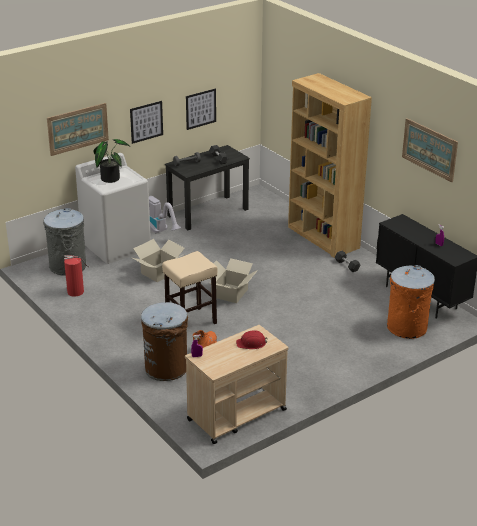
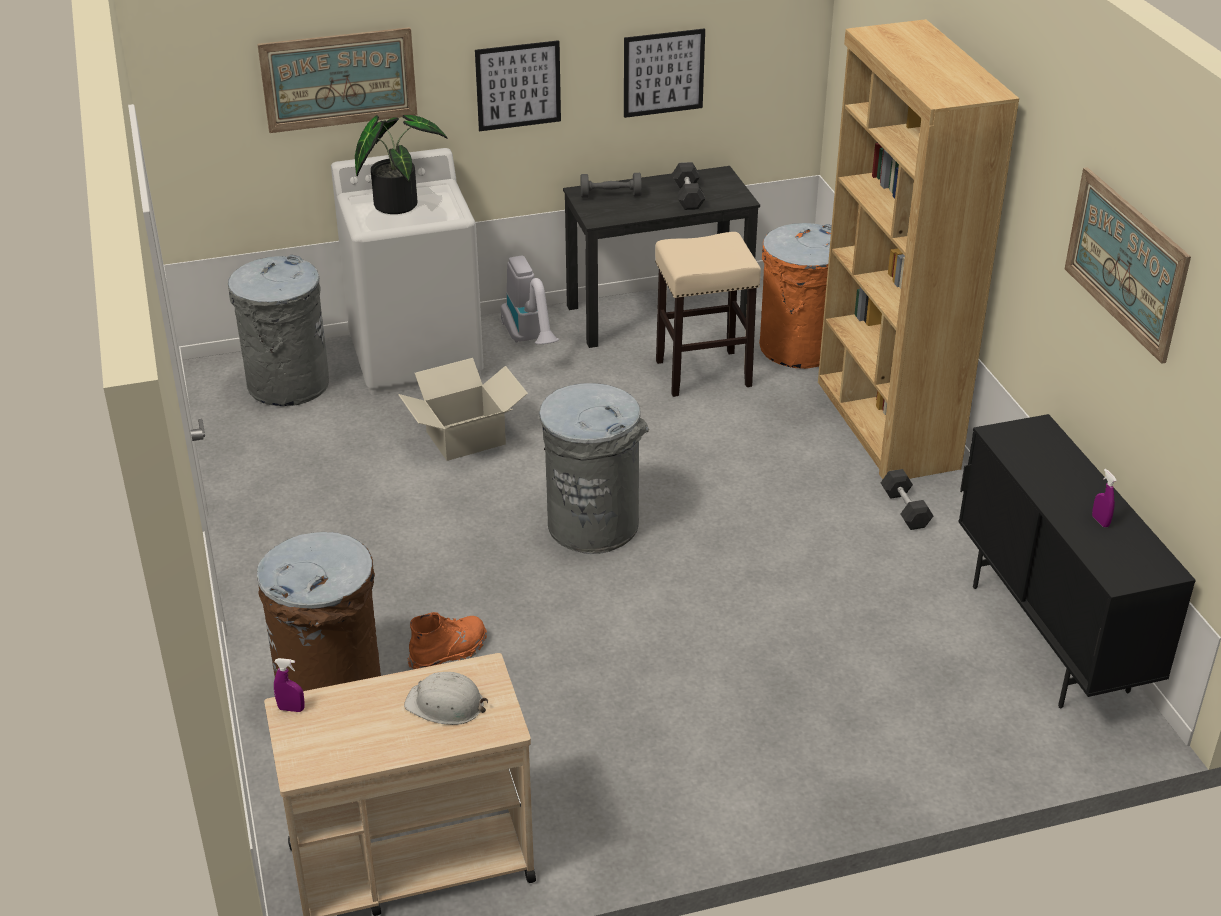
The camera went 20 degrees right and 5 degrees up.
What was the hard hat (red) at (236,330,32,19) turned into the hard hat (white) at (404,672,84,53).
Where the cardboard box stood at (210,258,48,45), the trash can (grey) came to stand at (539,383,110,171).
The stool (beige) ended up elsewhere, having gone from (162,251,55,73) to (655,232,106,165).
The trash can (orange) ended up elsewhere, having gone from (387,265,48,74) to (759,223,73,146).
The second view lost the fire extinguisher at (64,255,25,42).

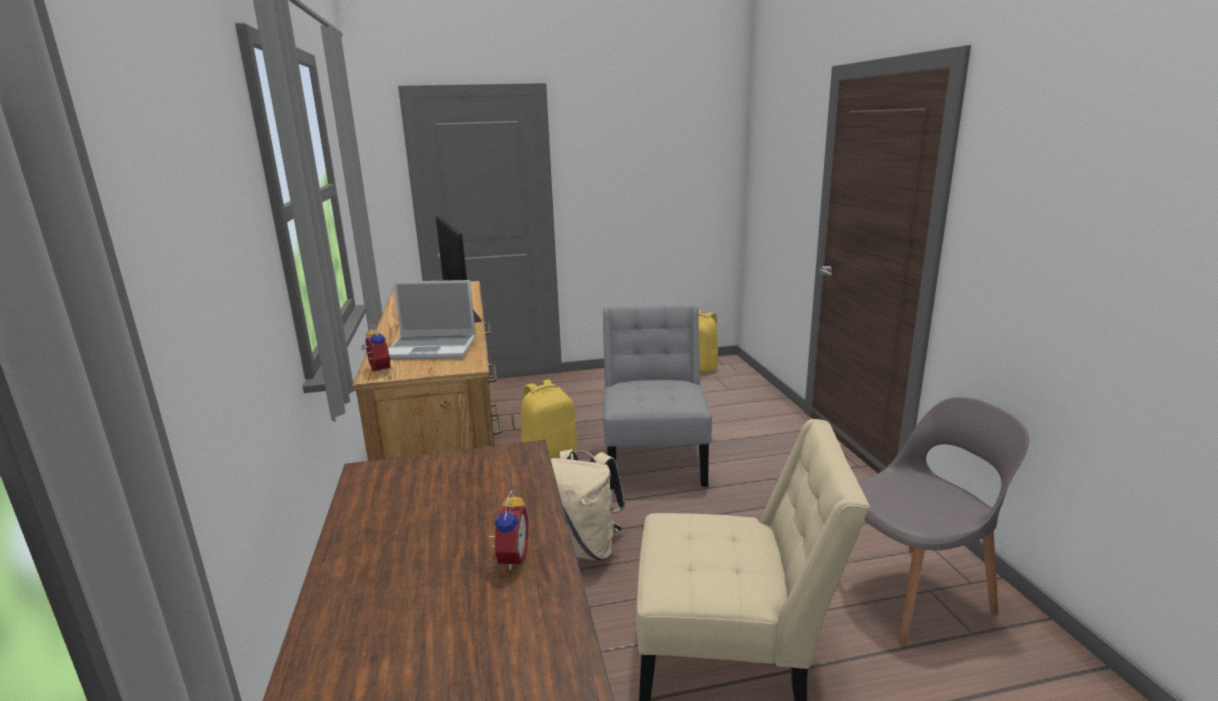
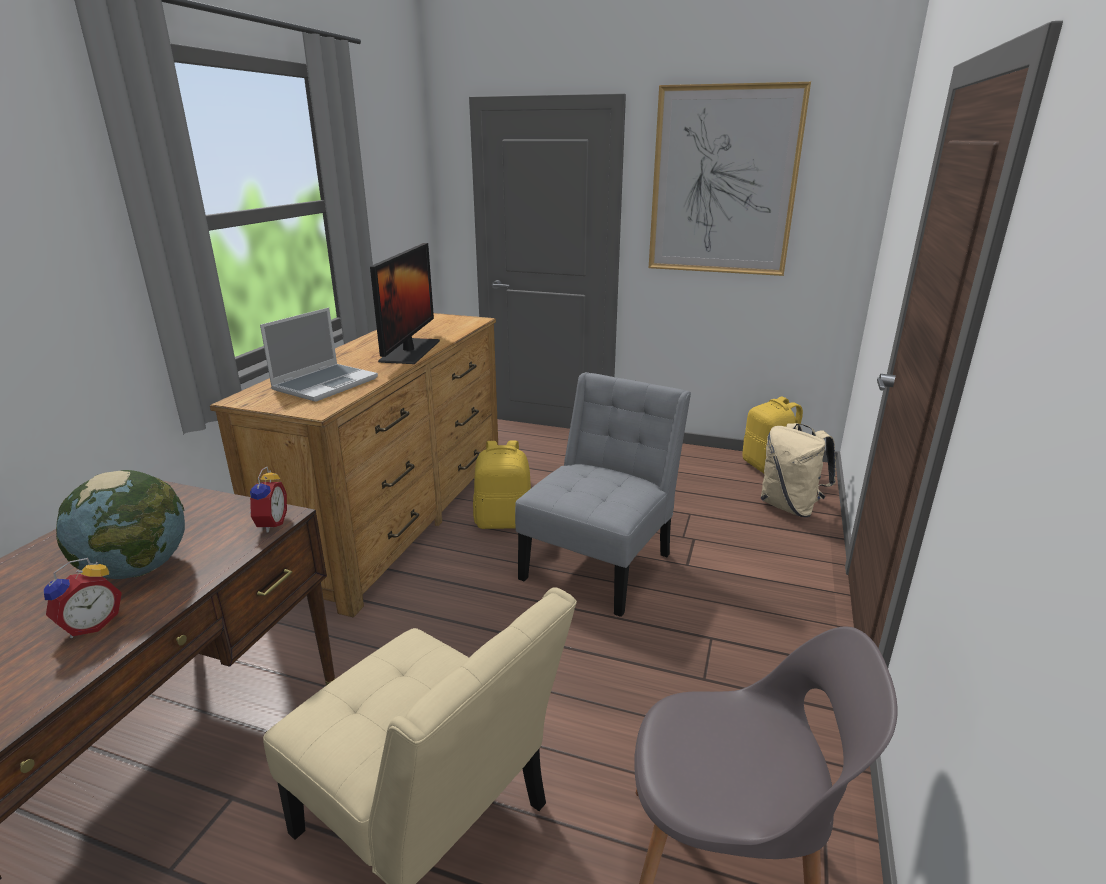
The camera went 30 degrees right and 5 degrees up.
The second view gained the globe at (56,470,129,109).
The alarm clock ended up elsewhere, having gone from (361,324,29,50) to (249,467,38,66).
The laptop at (388,280,88,80) ended up facing another way, 90 degrees counterclockwise from before.
The second view gained the picture at (649,82,162,194).
The backpack (beige) ended up elsewhere, having gone from (551,449,75,112) to (761,423,75,94).

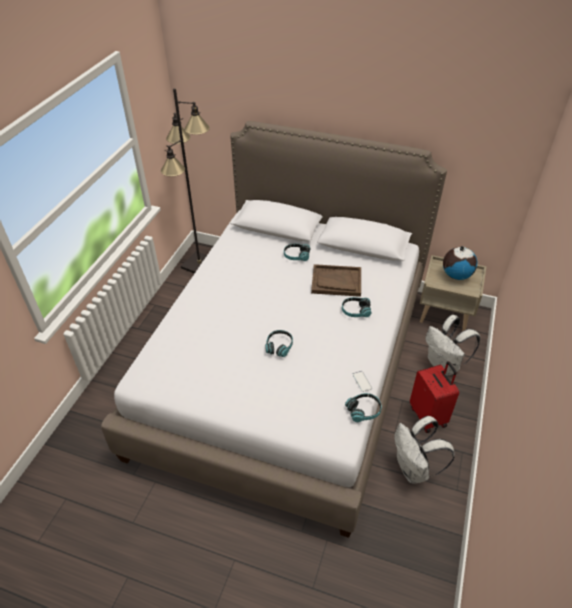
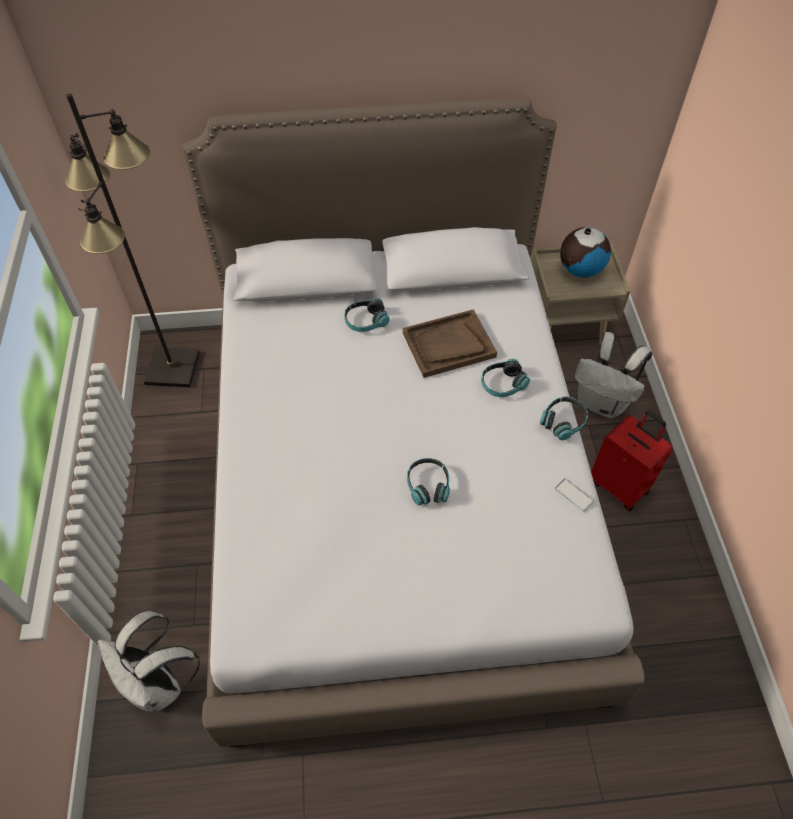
The camera went 25 degrees left and 10 degrees up.
The backpack (white) ended up elsewhere, having gone from (394,416,61,68) to (98,611,102,101).
The headphones ended up elsewhere, having gone from (345,393,37,29) to (540,397,48,43).

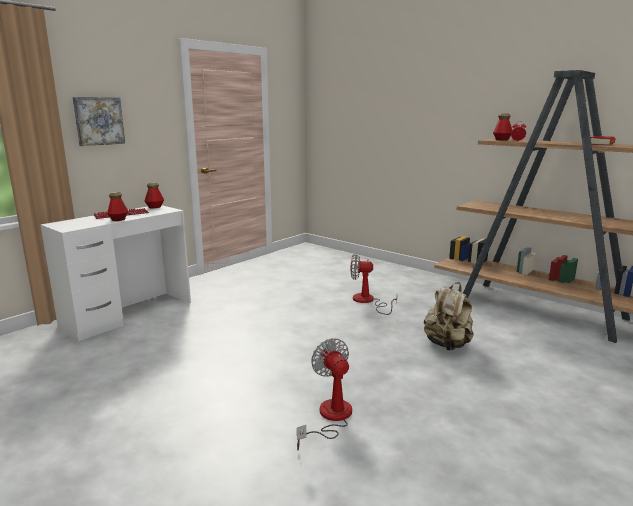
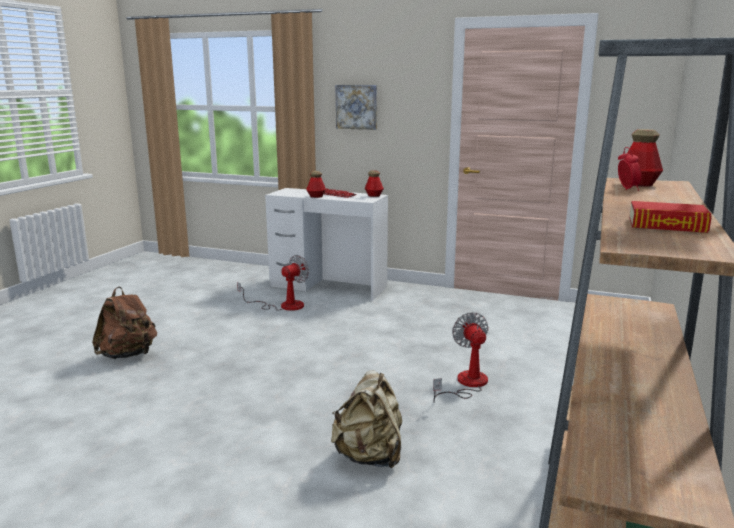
The camera went 70 degrees right and 0 degrees up.
The second view gained the backpack (brown) at (92,287,65,72).
The fan ended up elsewhere, having gone from (297,338,55,112) to (237,255,72,56).

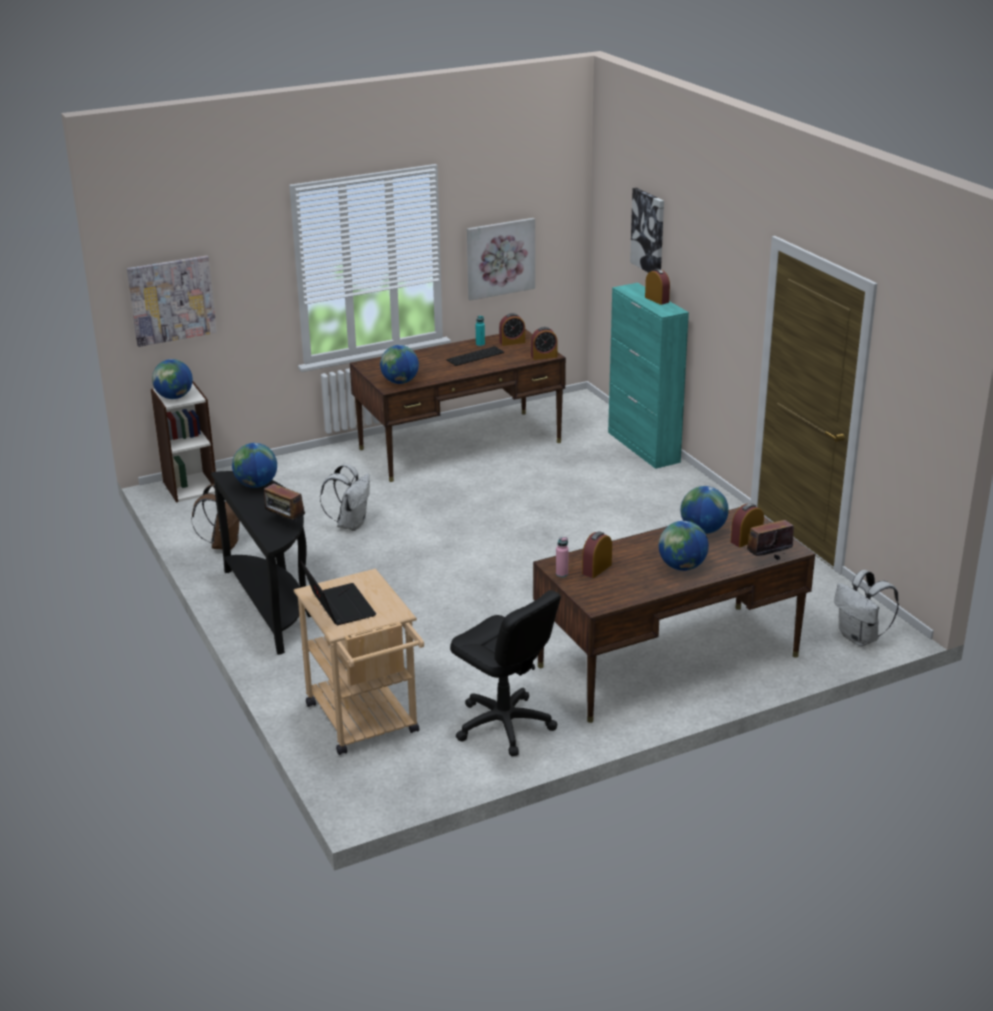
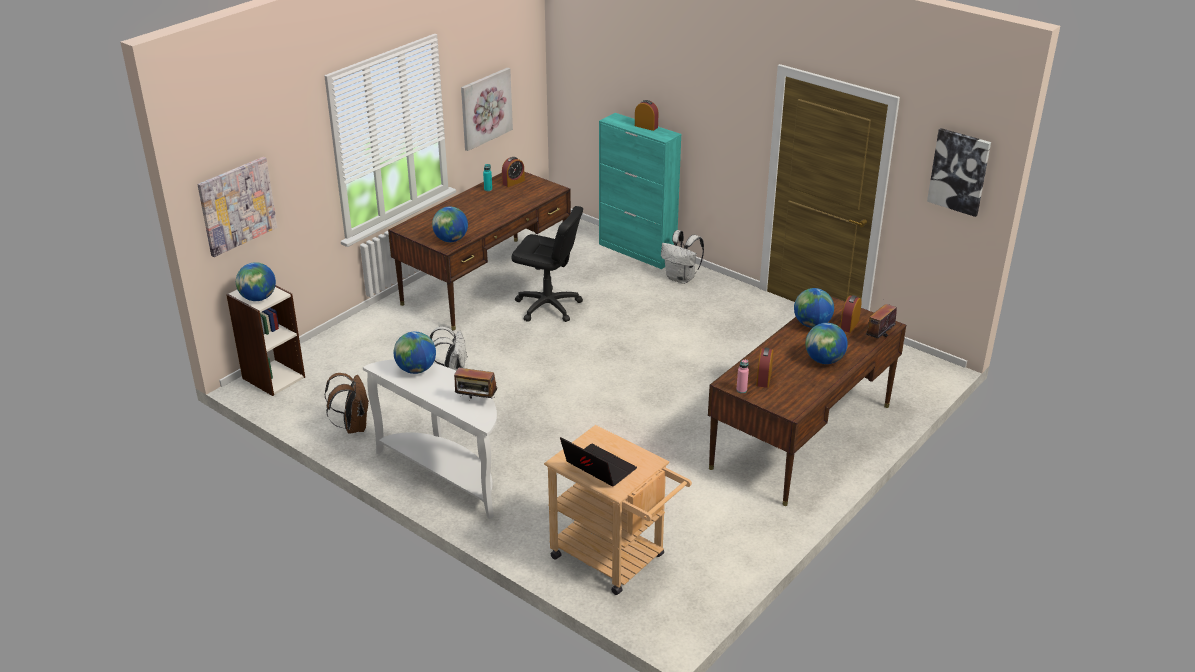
The camera went 25 degrees left and 5 degrees up.
What was the console table (black) at (211,471,100,184) turned into the console table (white) at (363,359,134,160).
The office chair (black) ended up elsewhere, having gone from (450,590,111,166) to (511,206,72,116).
The backpack (white) ended up elsewhere, having gone from (834,570,65,76) to (661,230,43,54).
The picture ended up elsewhere, having gone from (630,187,34,86) to (927,128,64,89).
The second view lost the keyboard at (446,346,58,20).
The second view lost the alarm clock at (531,327,27,33).

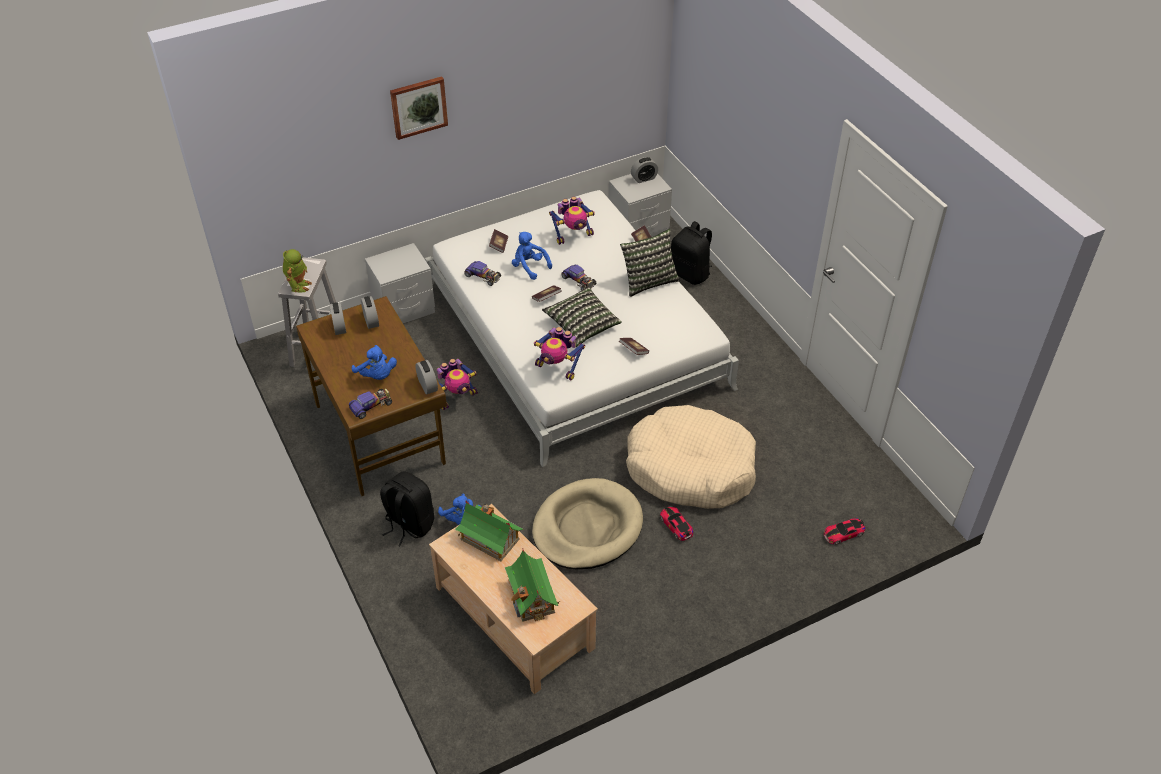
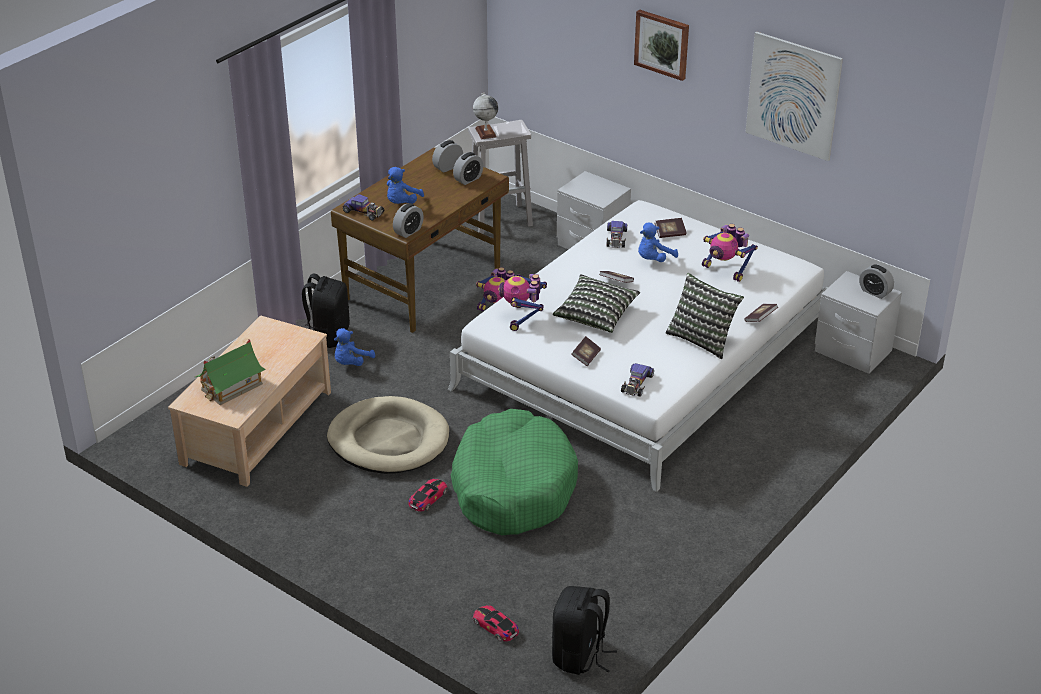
The camera went 65 degrees right and 10 degrees down.
What was the dog bed (beige) at (626,405,130,104) turned into the dog bed (green) at (451,409,127,127).
Where the toy robot stood at (283,249,29,44), the globe came to stand at (473,93,25,46).
The backpack (black) ended up elsewhere, having gone from (671,221,41,64) to (552,586,65,89).
The toy car ended up elsewhere, having gone from (562,265,34,25) to (621,363,33,34).
The plush toy (blue) at (512,232,40,48) ended up facing another way, 150 degrees counterclockwise from before.
The second view gained the picture at (746,32,97,129).
The second view lost the toy house at (455,500,68,61).

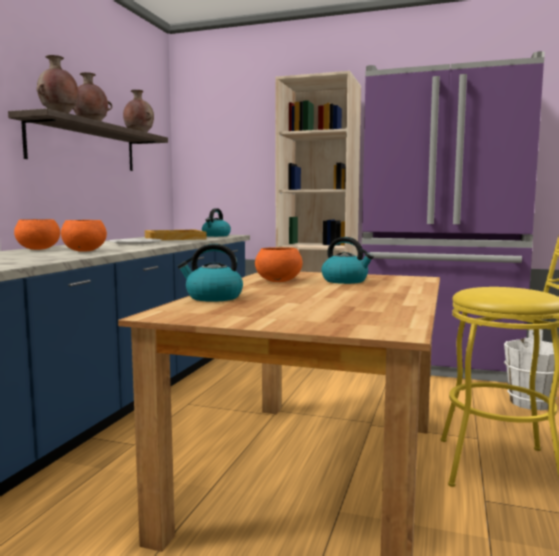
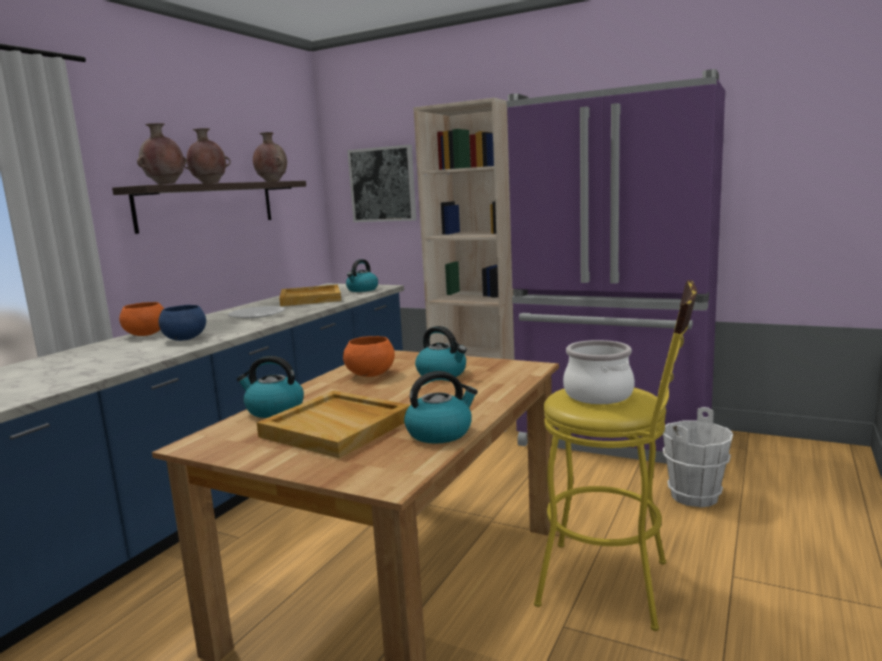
The camera went 10 degrees right and 5 degrees up.
What was the bowl (orange) at (61,220,46,32) turned into the bowl (blue) at (158,305,48,36).
The second view gained the tray (beige) at (257,391,153,67).
The second view gained the picture at (347,145,69,77).
The second view gained the kettle at (404,371,74,73).
The second view gained the cooking pot at (563,340,72,64).

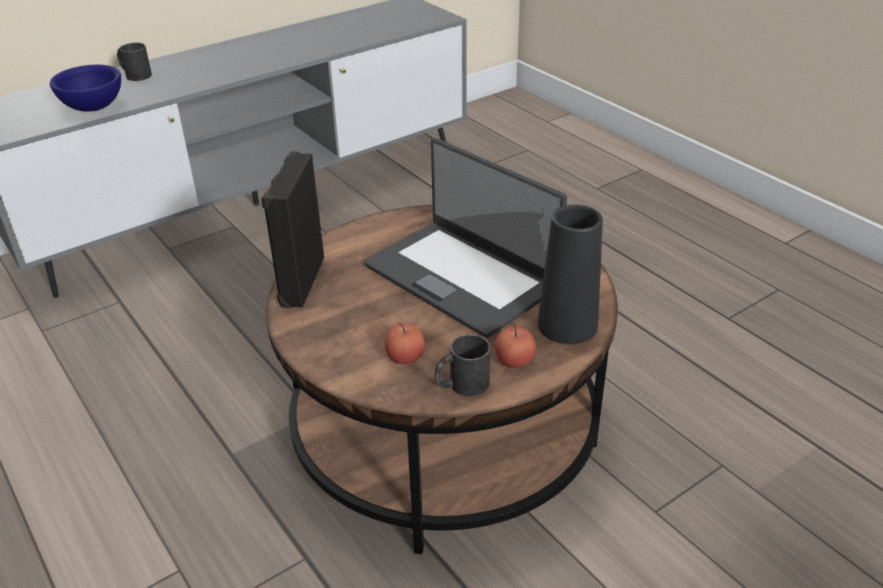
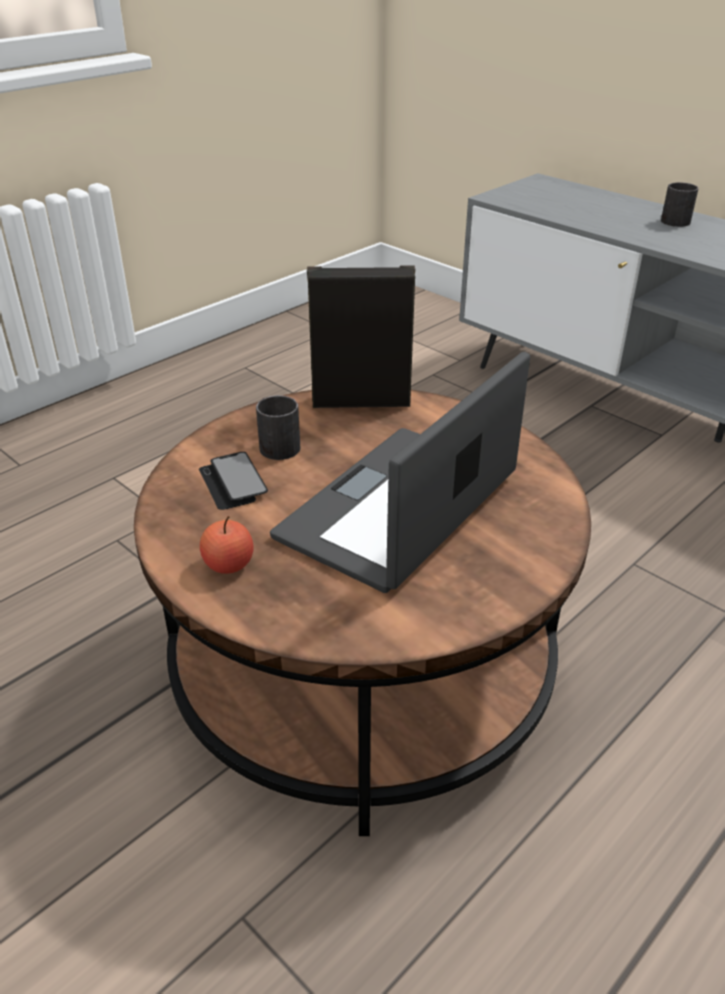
The camera went 80 degrees right and 0 degrees up.
Where the apple stood at (385,323,40,41), the phone came to stand at (199,452,69,58).
The mug (black) ended up elsewhere, having gone from (435,334,55,63) to (256,395,44,65).
The second view lost the bowl (blue) at (50,65,71,47).
The second view lost the vase (black) at (538,205,65,139).

